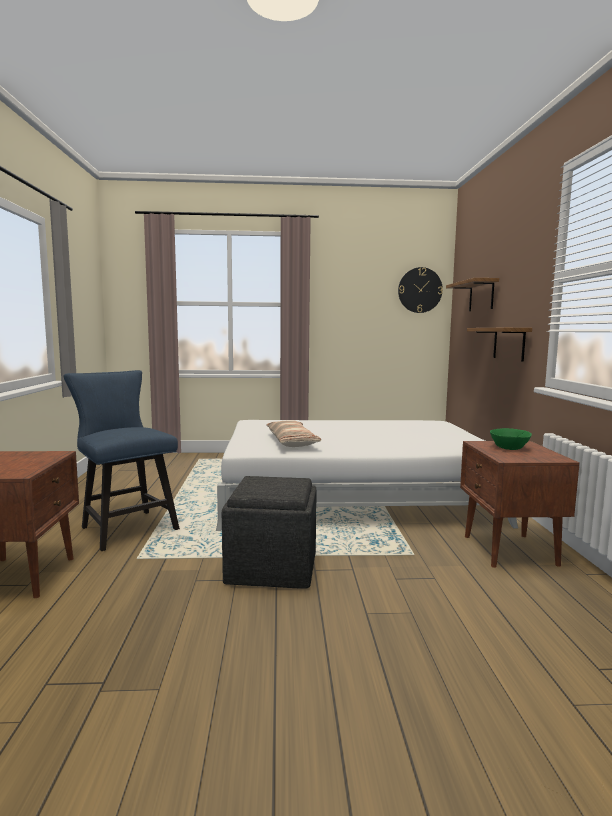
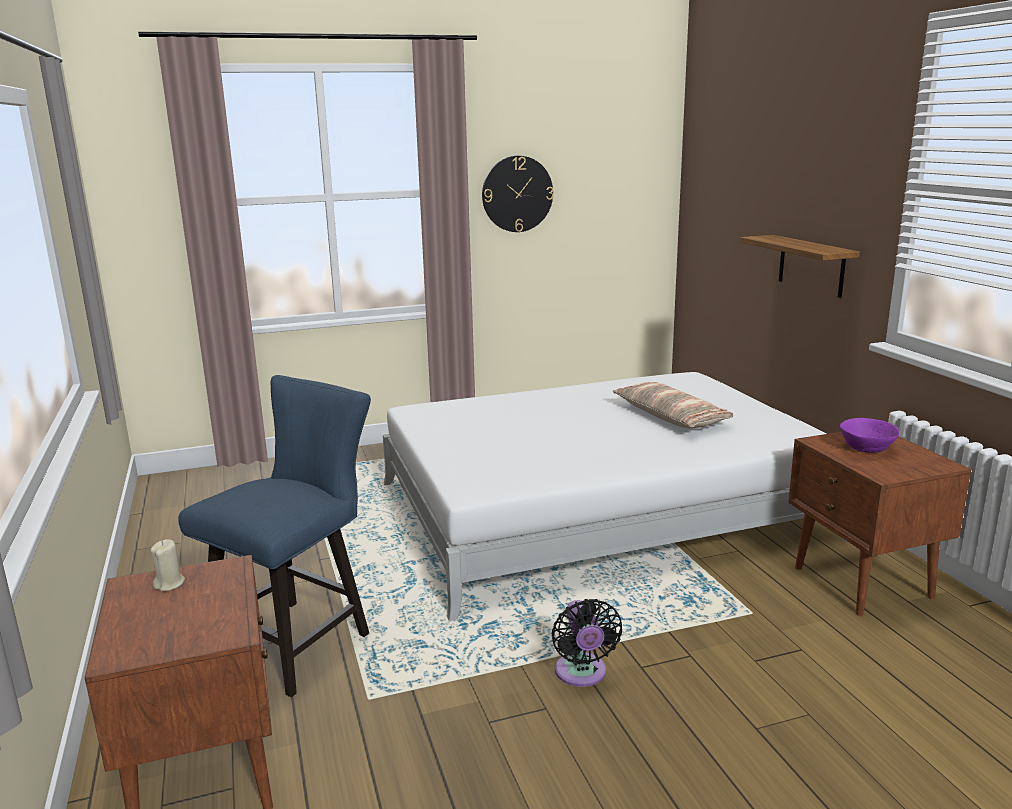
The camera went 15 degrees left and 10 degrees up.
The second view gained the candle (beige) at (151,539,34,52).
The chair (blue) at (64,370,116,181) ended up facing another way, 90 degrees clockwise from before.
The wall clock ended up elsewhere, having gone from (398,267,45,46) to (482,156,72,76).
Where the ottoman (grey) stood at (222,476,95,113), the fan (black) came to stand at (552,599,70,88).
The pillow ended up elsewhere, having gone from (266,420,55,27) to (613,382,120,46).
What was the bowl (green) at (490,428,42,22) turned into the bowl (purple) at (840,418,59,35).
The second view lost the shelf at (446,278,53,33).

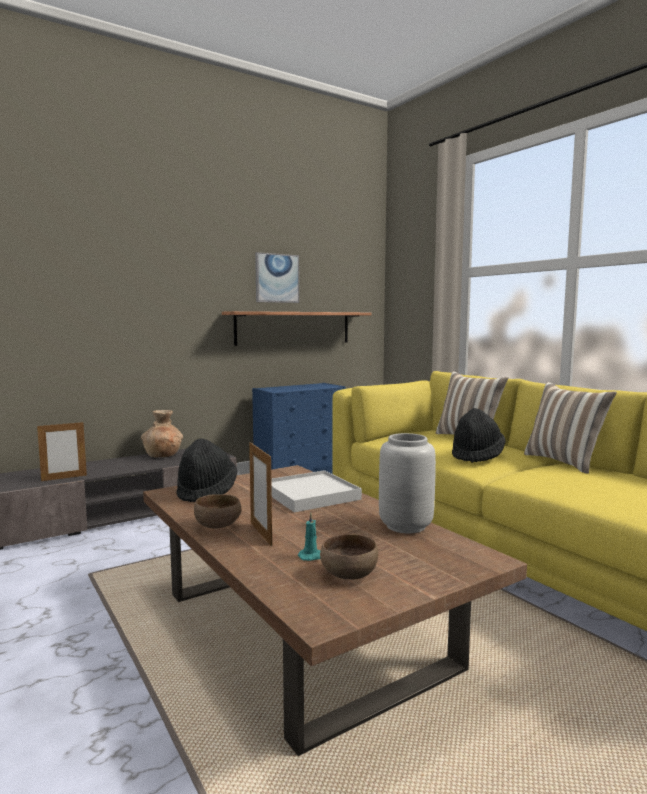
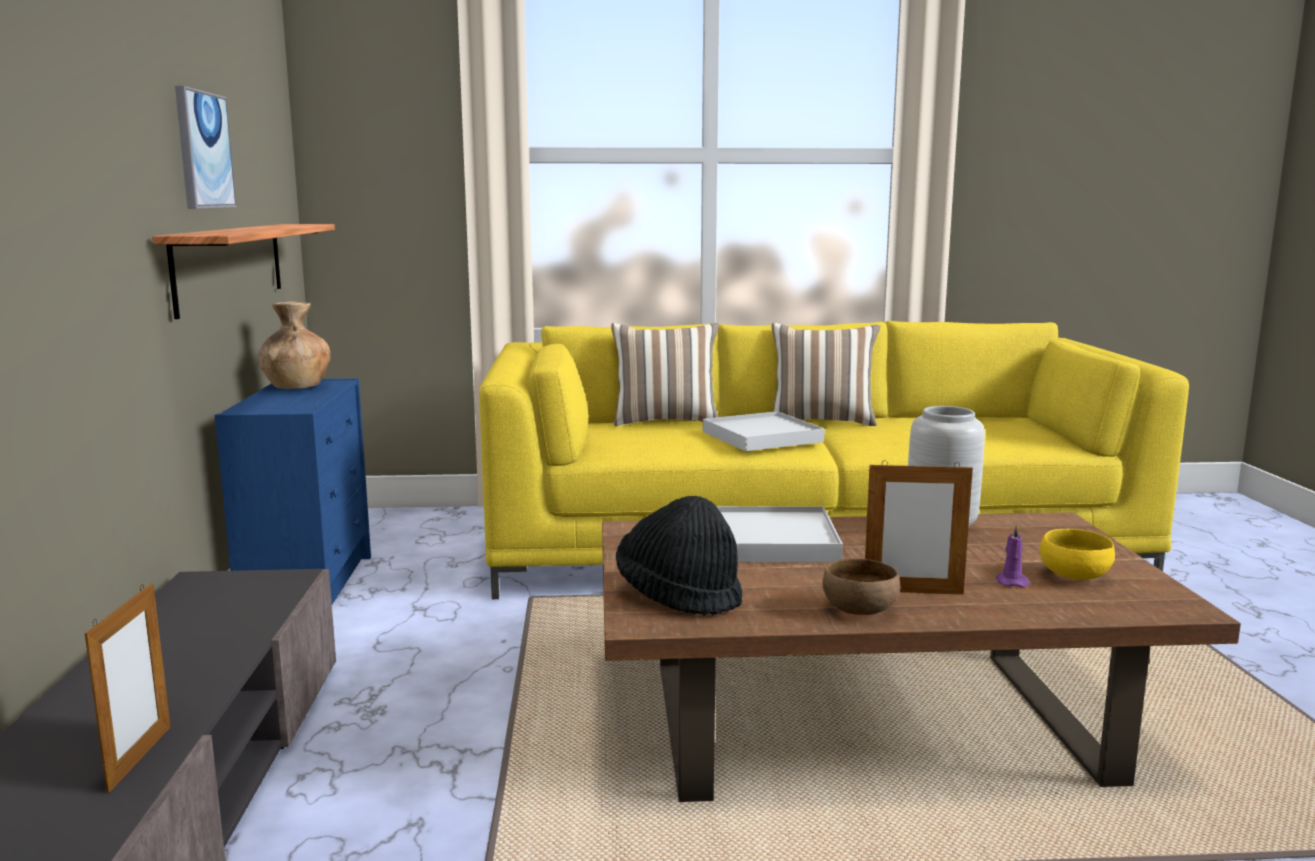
The camera went 60 degrees left and 5 degrees up.
The vase (brown) ended up elsewhere, having gone from (141,410,42,47) to (258,302,72,87).
Where the hat (black) stood at (452,408,54,55), the tray (white) came to stand at (703,411,122,40).
What was the candle (turquoise) at (298,513,23,48) turned into the candle (purple) at (996,524,34,63).
What was the bowl (brown) at (320,534,58,45) turned into the bowl (yellow) at (1039,528,76,52).

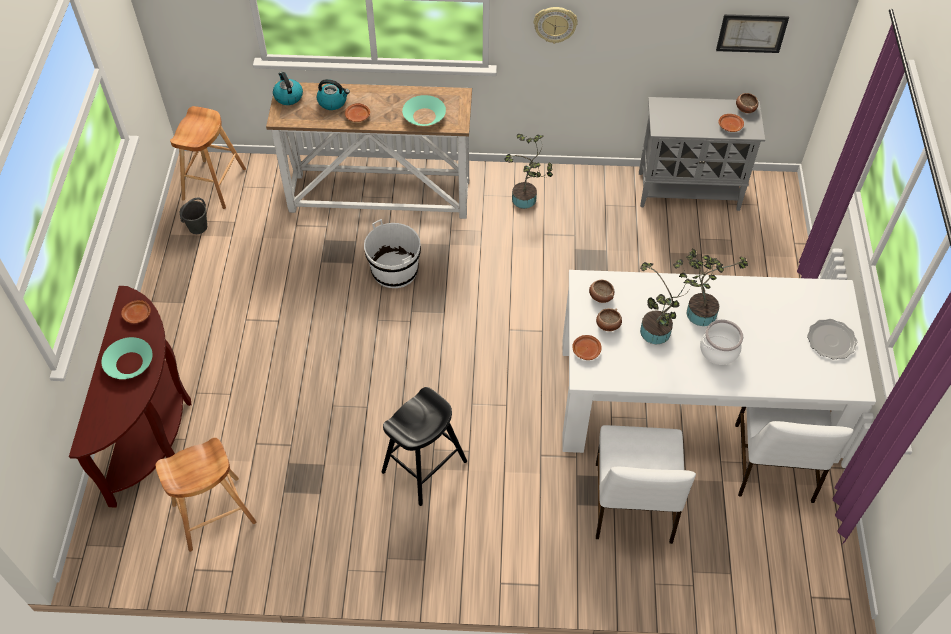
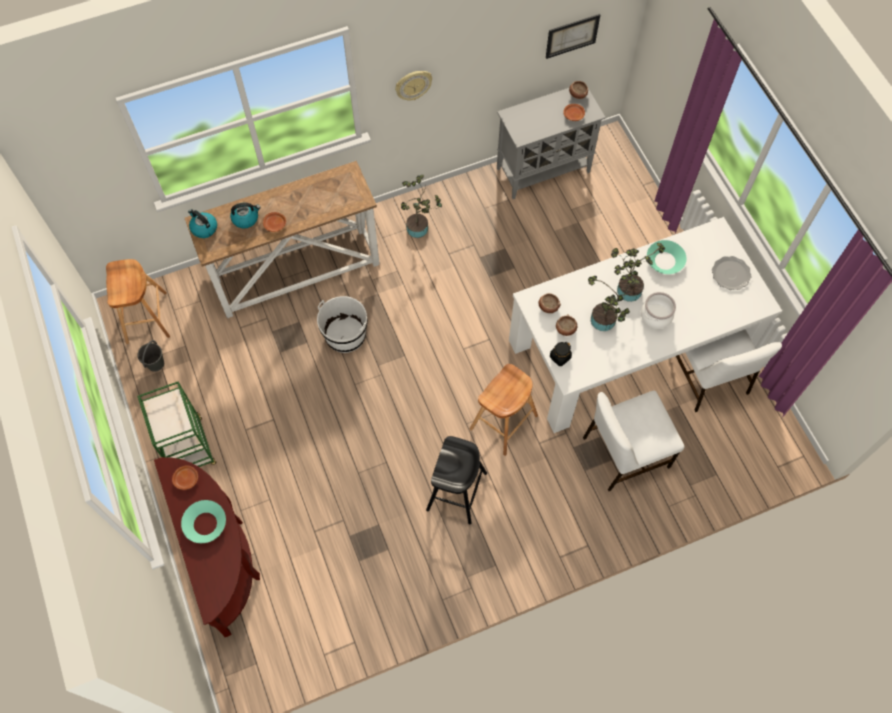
The camera went 25 degrees left and 10 degrees up.
The second view gained the cart (green) at (137,382,79,85).
The stool (brown) ended up elsewhere, having gone from (156,438,100,114) to (470,364,68,92).
Where the plate (brown) stood at (572,335,30,25), the jar (black) came to stand at (550,342,22,24).
The chair (white) at (596,425,100,119) ended up facing another way, 90 degrees clockwise from before.
The bowl (turquoise) ended up elsewhere, having gone from (402,95,44,31) to (647,240,39,34).

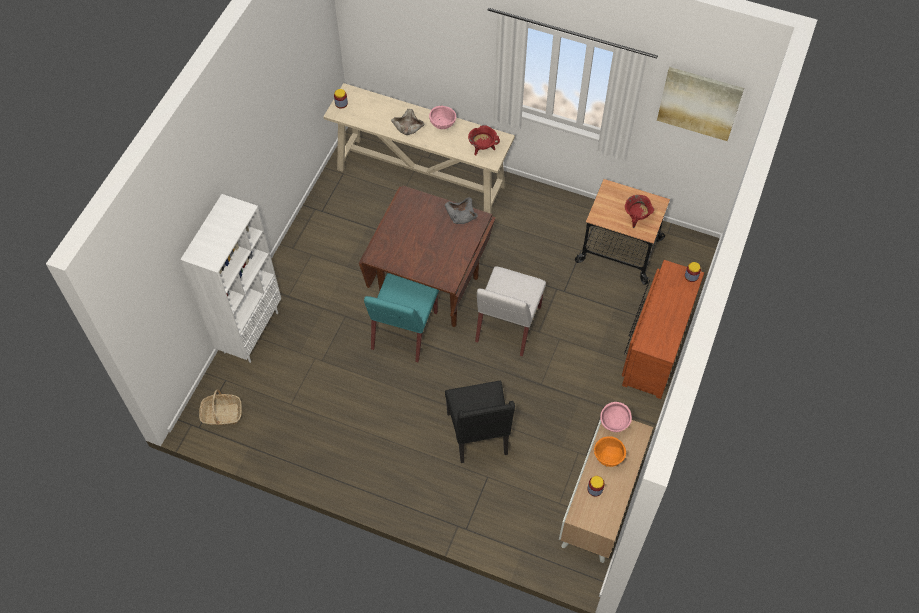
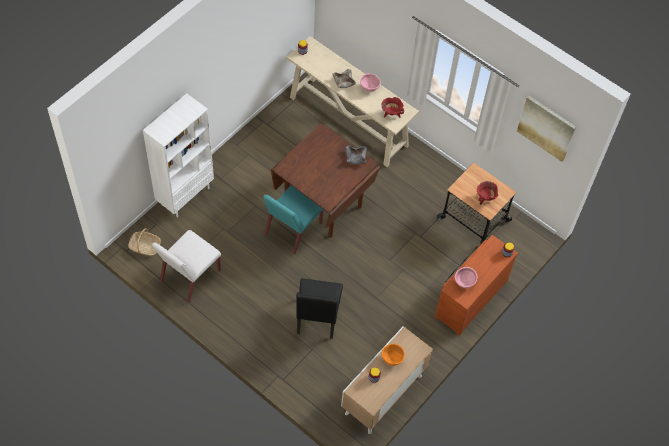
The camera went 15 degrees right and 0 degrees up.
The chair (white) ended up elsewhere, having gone from (475,267,71,89) to (152,230,69,73).
The bowl (pink) ended up elsewhere, having gone from (600,402,32,30) to (455,267,23,21).

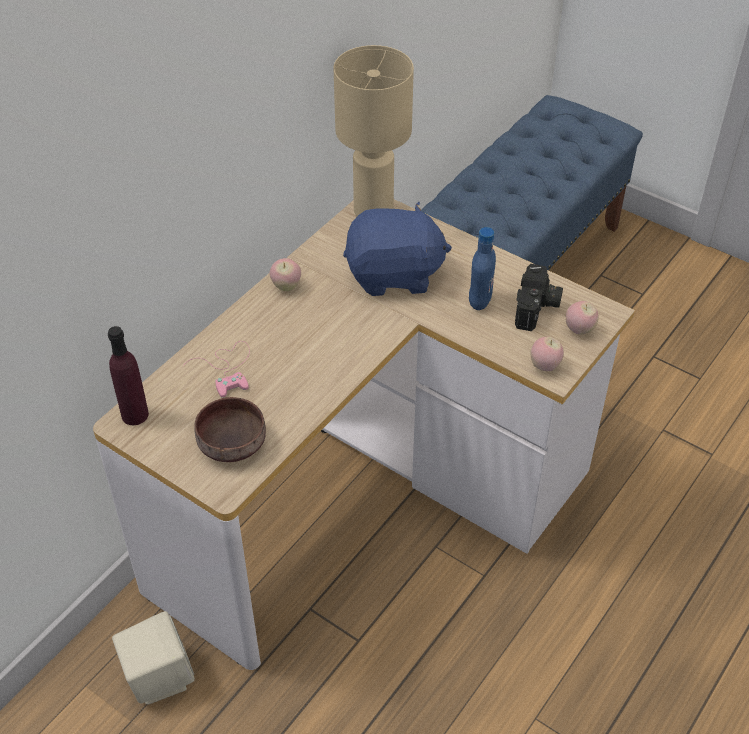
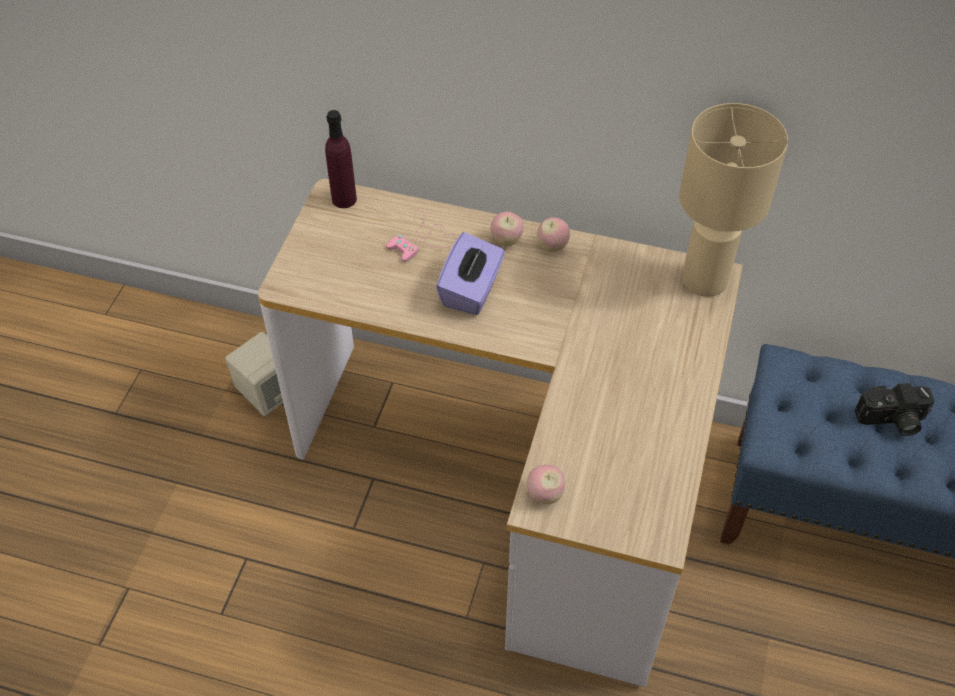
The camera went 70 degrees right and 5 degrees up.
The second view gained the tissue box (purple) at (436,232,69,83).
The apple ended up elsewhere, having gone from (566,301,33,34) to (491,212,33,34).
The photo camera ended up elsewhere, having gone from (515,264,48,67) to (855,383,80,53).
The second view lost the bowl (brown) at (194,397,72,65).
The second view lost the plush toy (blue) at (343,202,109,94).
The second view lost the bottle (blue) at (469,227,27,83).

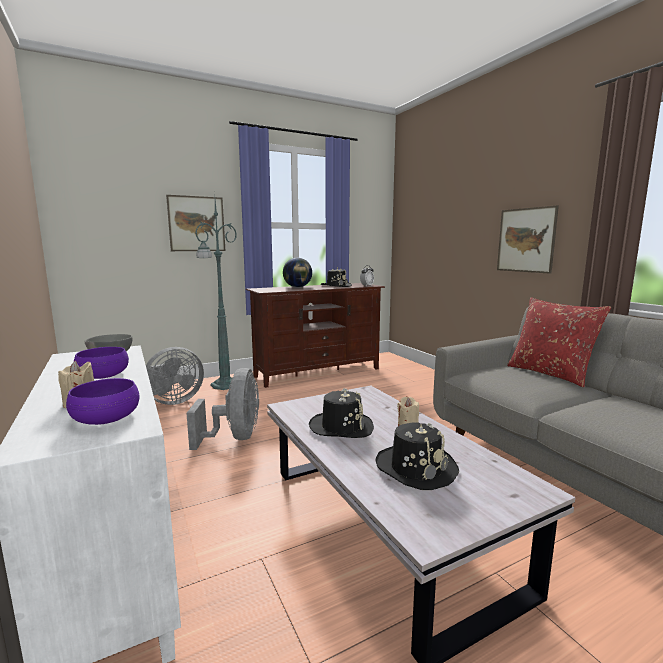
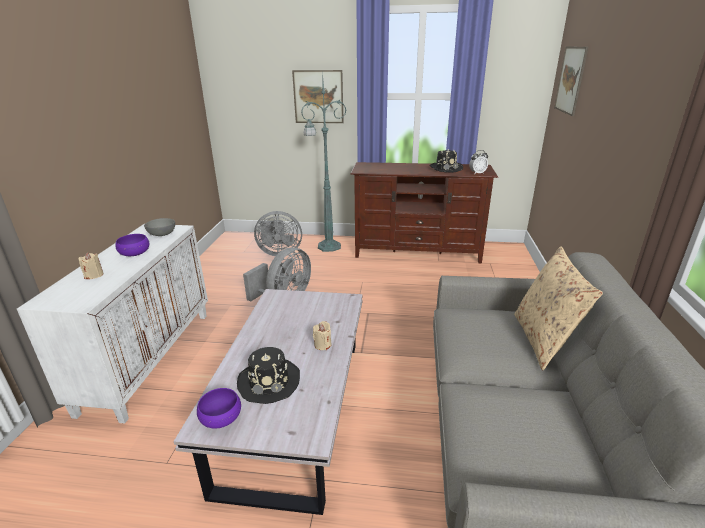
The camera went 35 degrees right and 15 degrees up.
The bowl (purple) ended up elsewhere, having gone from (66,378,73,47) to (197,388,44,41).
What was the pillow (red) at (507,298,104,89) turned into the pillow (beige) at (514,246,89,124).
The picture ended up elsewhere, having gone from (497,205,62,69) to (554,46,34,70).
The second view lost the globe at (283,258,29,30).
The second view lost the hat (black) at (309,389,65,49).

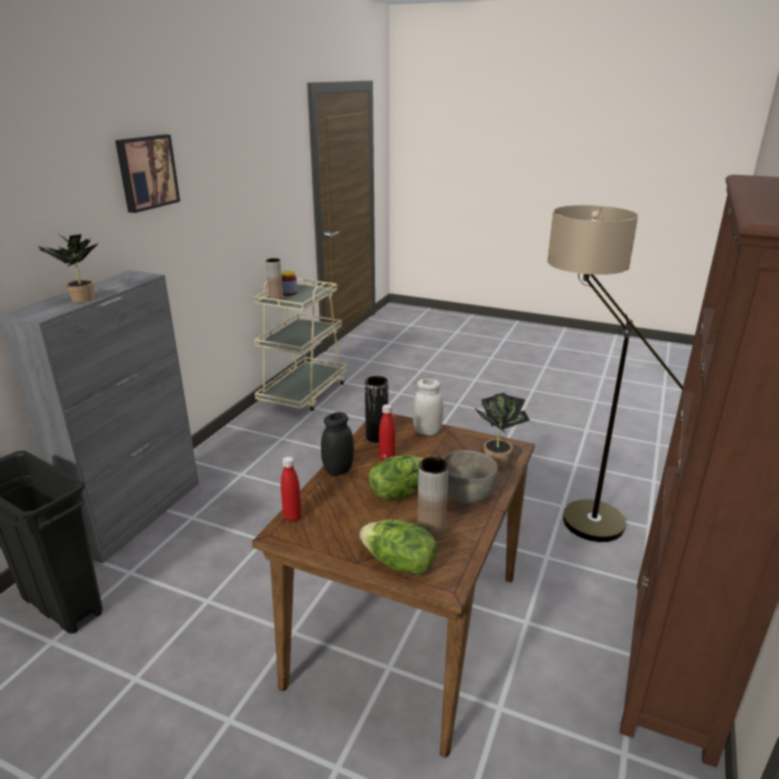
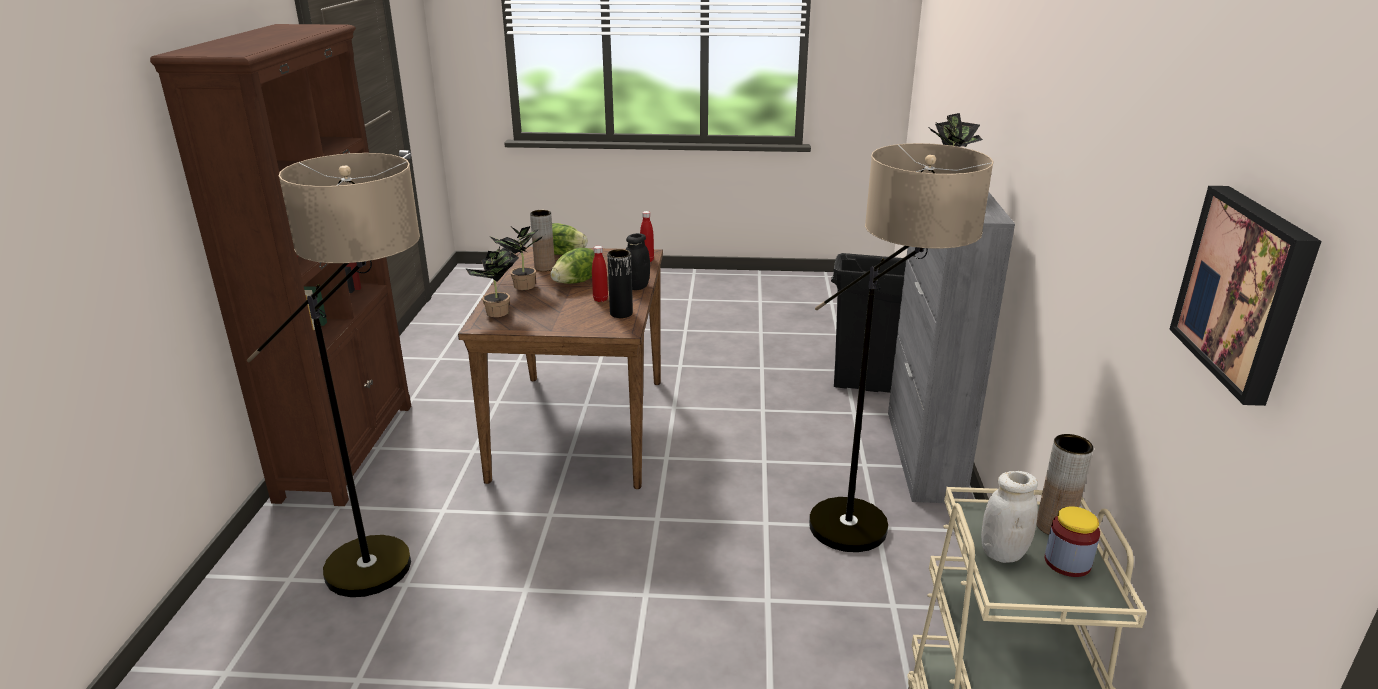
The camera went 160 degrees right and 0 degrees up.
Where the bowl (grey) stood at (442,450,56,54), the potted plant came to stand at (490,226,54,64).
The second view gained the floor lamp at (809,143,185,409).
The jar (white) ended up elsewhere, having gone from (413,379,30,56) to (981,471,57,92).
The picture ended up elsewhere, having gone from (115,134,65,79) to (1169,186,153,220).

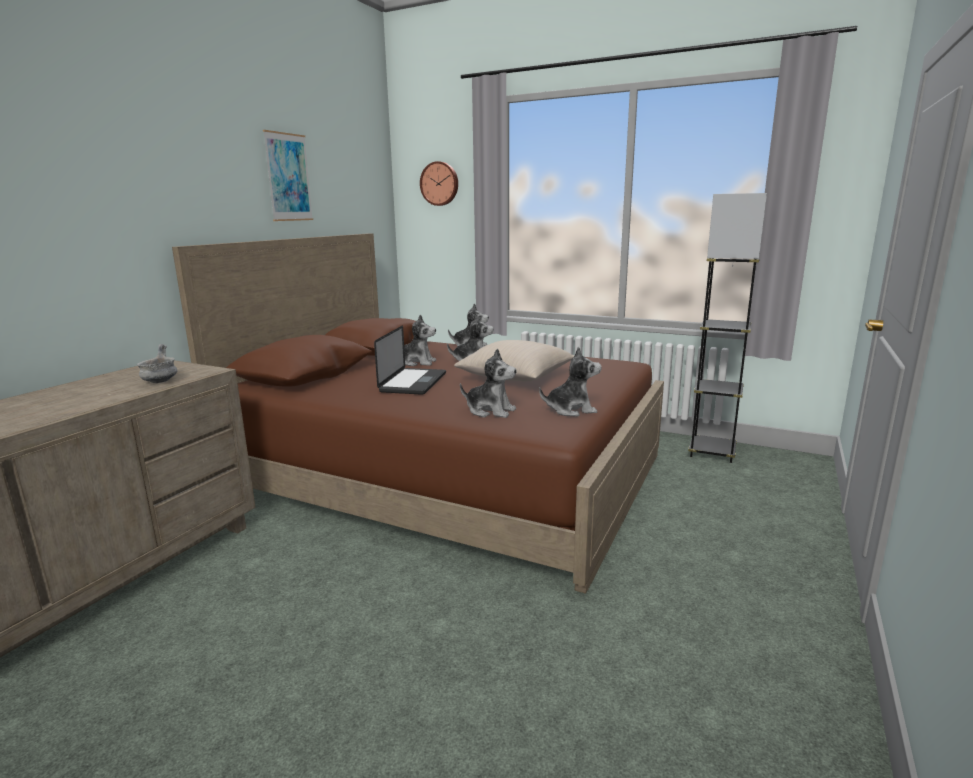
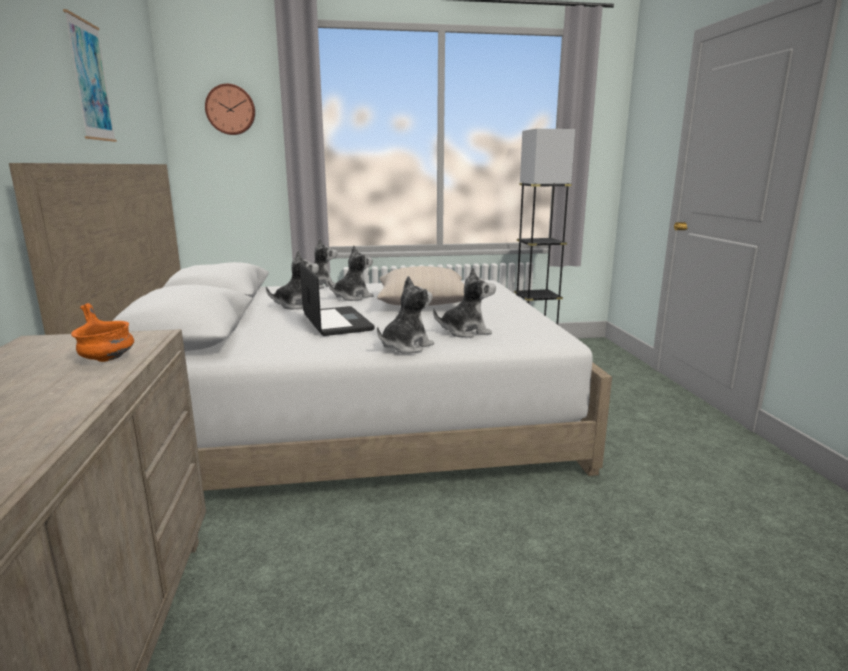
The camera went 35 degrees left and 0 degrees up.
What was the bed (brown) at (172,233,492,361) turned into the bed (white) at (9,163,603,328).
What was the bowl (grey) at (137,344,40,39) turned into the bowl (orange) at (71,303,63,59).
The plush toy ended up elsewhere, having gone from (539,347,62,70) to (377,276,57,78).

